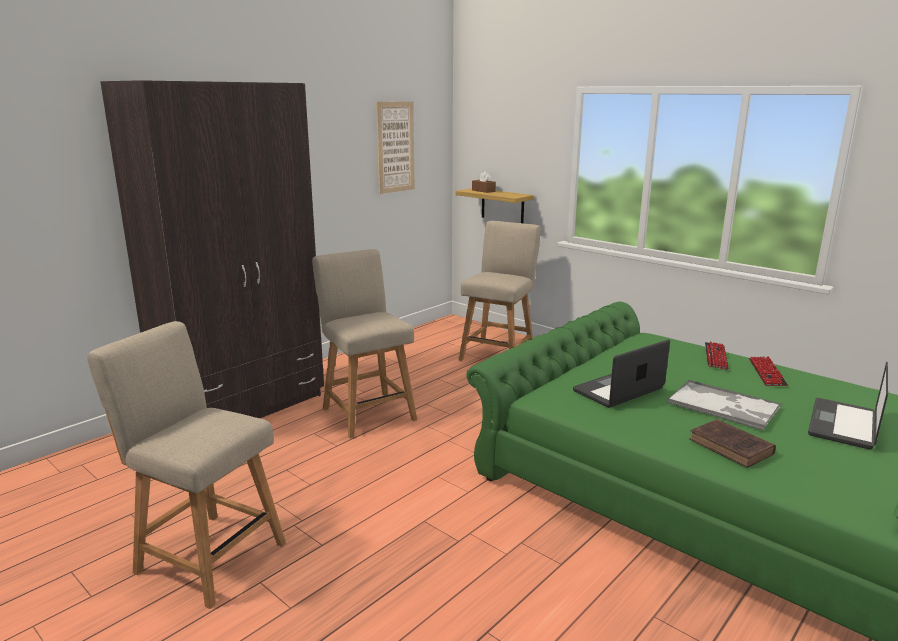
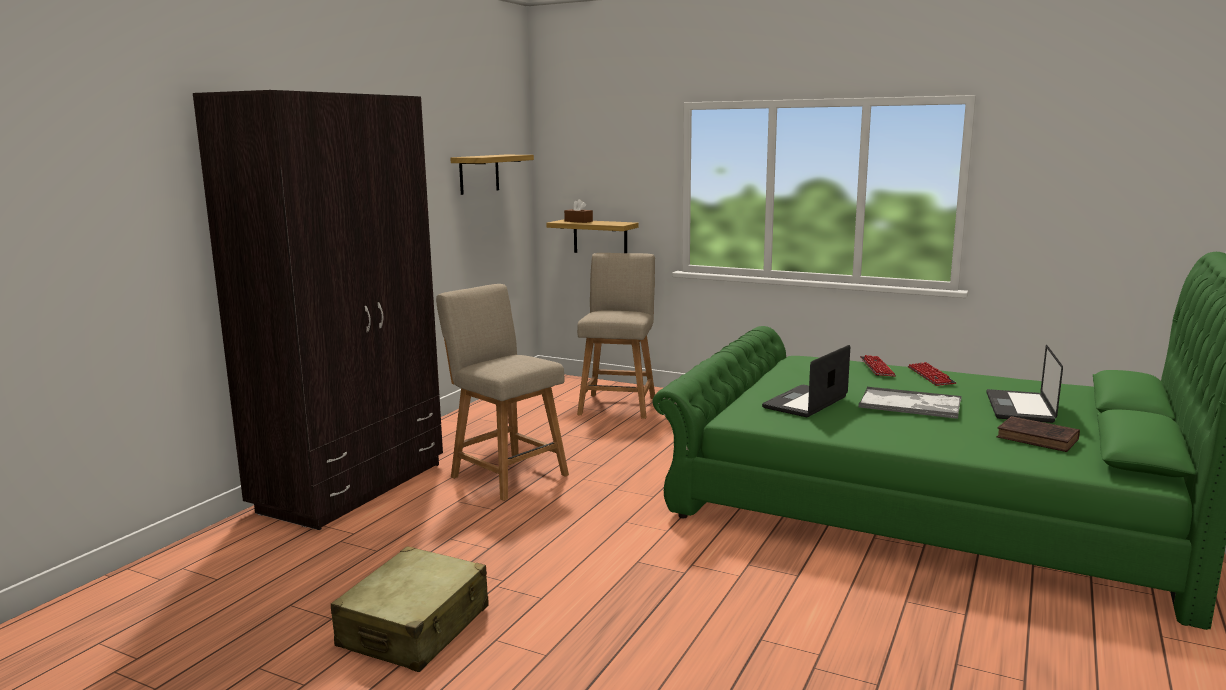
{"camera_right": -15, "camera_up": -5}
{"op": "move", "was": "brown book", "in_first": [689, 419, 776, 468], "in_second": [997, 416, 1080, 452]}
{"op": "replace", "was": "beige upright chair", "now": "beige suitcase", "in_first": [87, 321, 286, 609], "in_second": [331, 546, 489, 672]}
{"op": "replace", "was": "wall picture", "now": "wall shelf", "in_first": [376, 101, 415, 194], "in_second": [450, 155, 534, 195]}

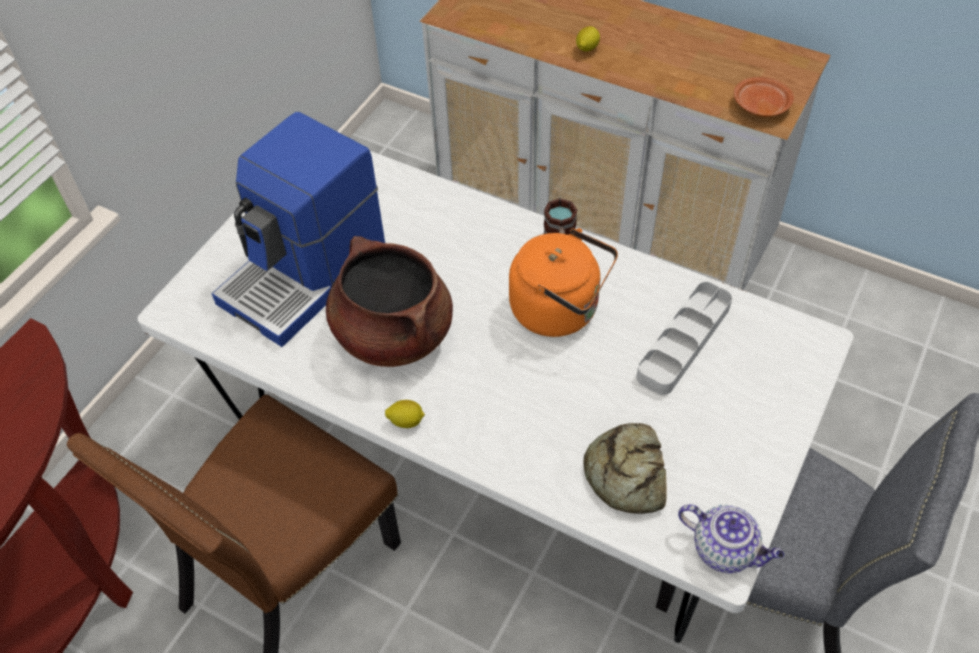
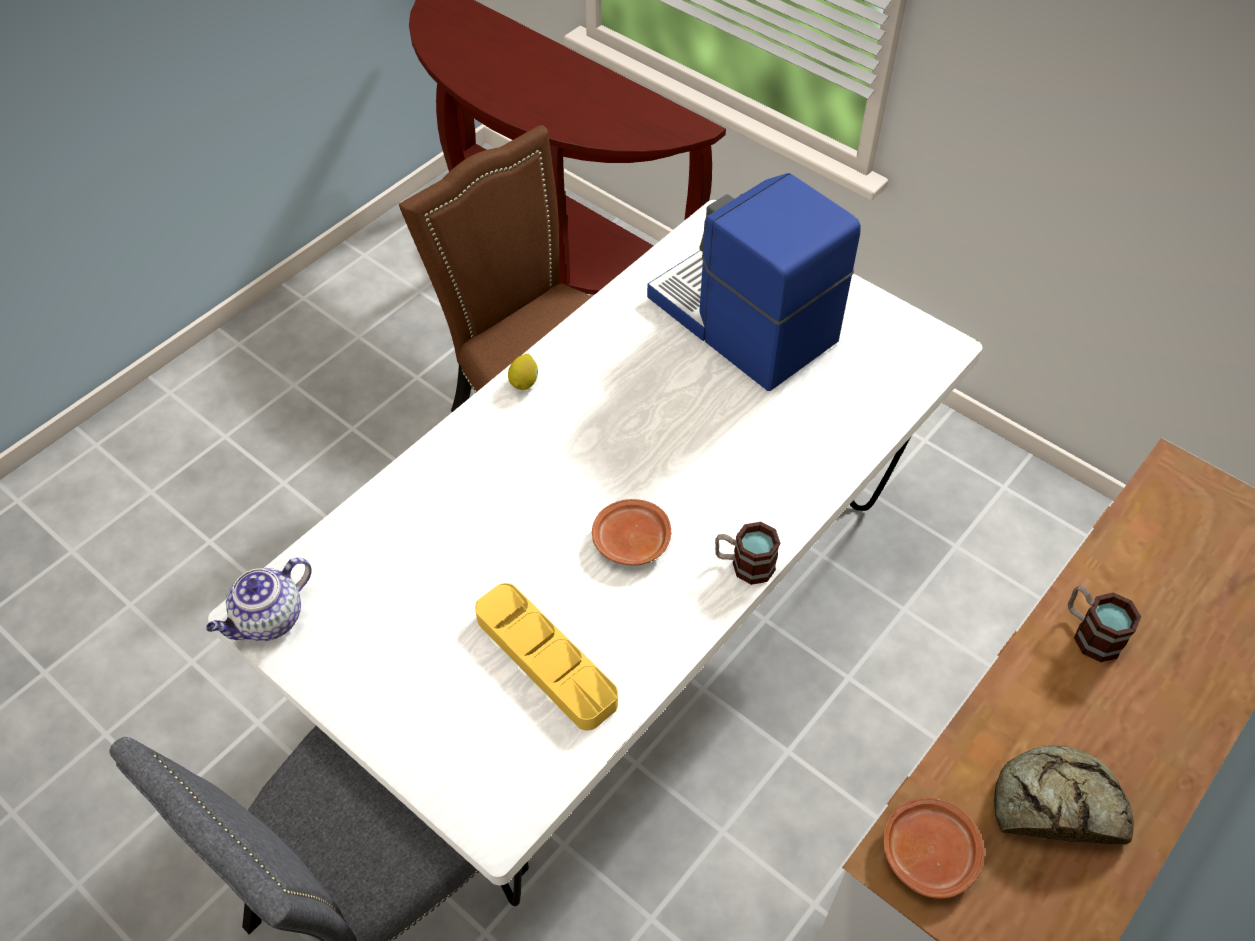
{"camera_right": 100, "camera_up": 0}
{"op": "delete", "was": "brown stockpot", "in_first": [326, 236, 453, 367]}
{"op": "move", "was": "bakery bread", "in_first": [584, 423, 667, 514], "in_second": [994, 745, 1134, 844]}
{"op": "replace", "was": "orangey kettle", "now": "brown dinner plate", "in_first": [509, 228, 618, 337], "in_second": [592, 499, 671, 565]}
{"op": "replace", "was": "lemon", "now": "tea mug", "in_first": [576, 26, 600, 51], "in_second": [1068, 585, 1141, 662]}
{"op": "recolor", "was": "grey serving tray", "now": "yellow-coloured serving tray", "in_first": [636, 282, 732, 395], "in_second": [475, 583, 618, 731]}

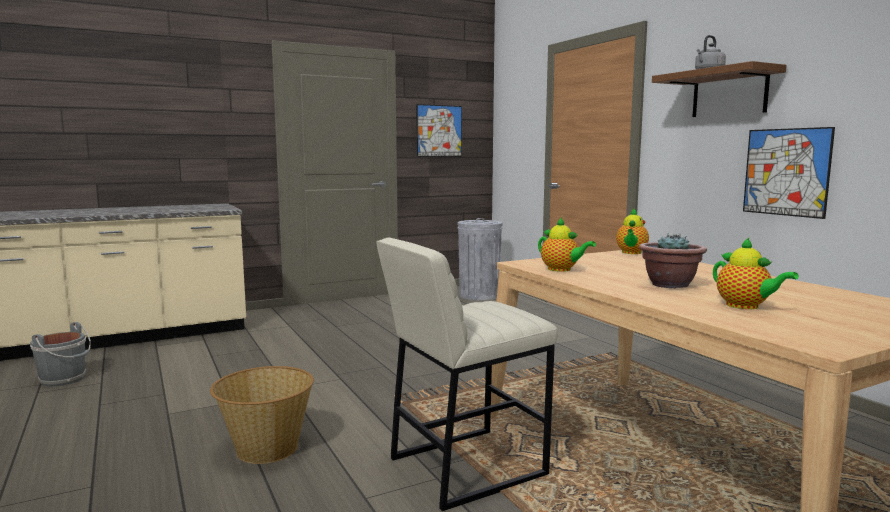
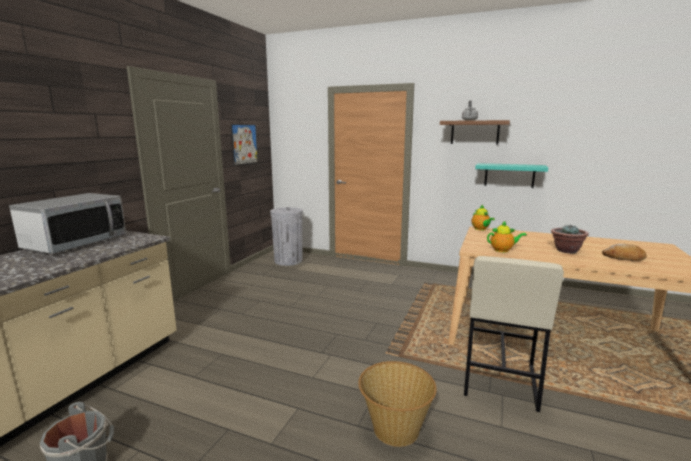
{"camera_right": -40, "camera_up": 5}
{"op": "insert", "now": "microwave", "in_second": [9, 193, 126, 254]}
{"op": "replace", "was": "tea pot", "now": "bakery bread", "in_first": [713, 238, 799, 309], "in_second": [602, 244, 647, 261]}
{"op": "replace", "was": "wall picture", "now": "blue-green wall shelf", "in_first": [743, 127, 835, 219], "in_second": [475, 163, 548, 188]}

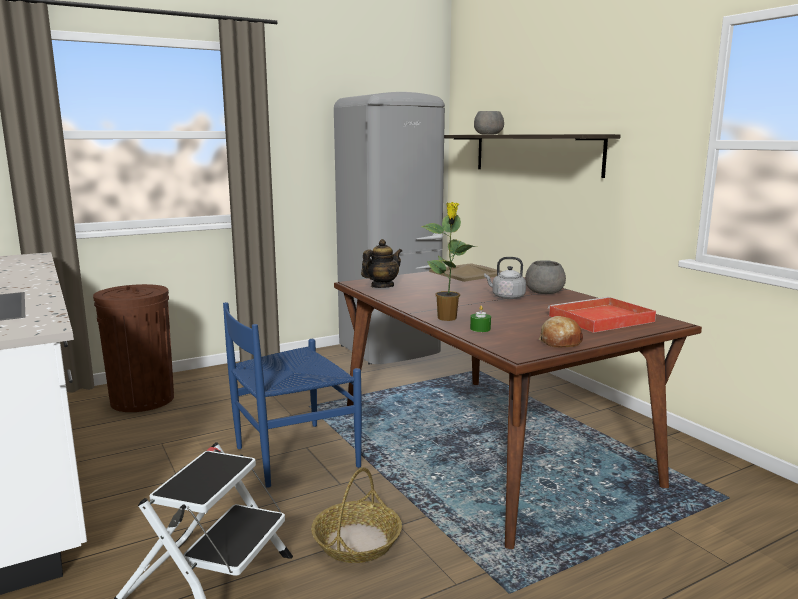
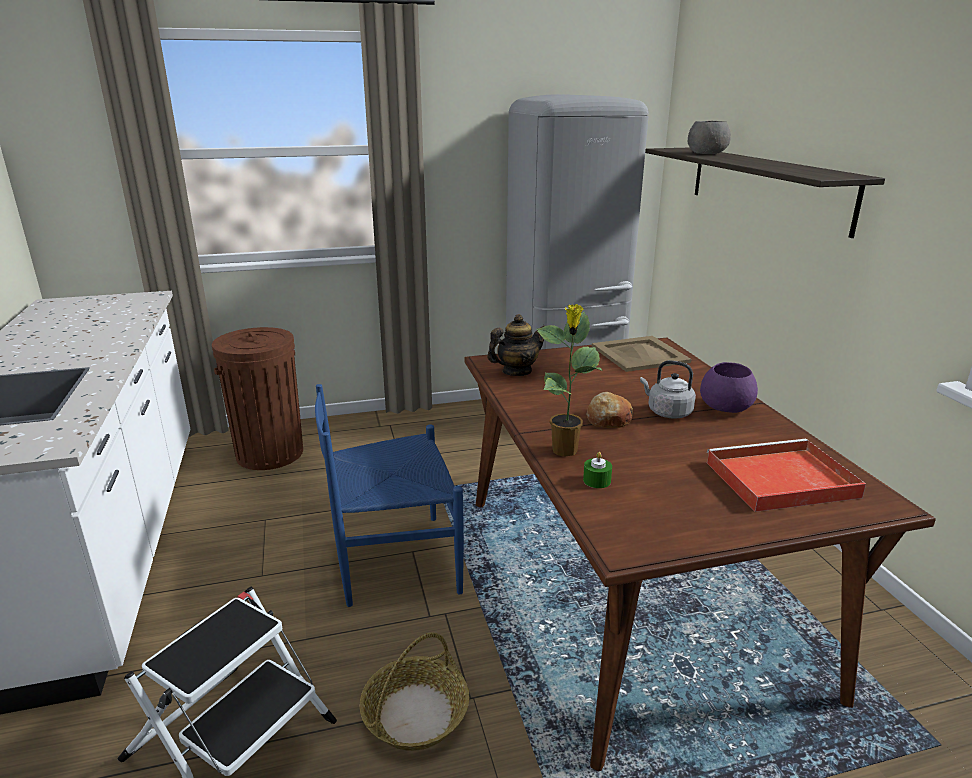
{"camera_right": 15, "camera_up": 10}
{"op": "move", "was": "bakery bread", "in_first": [539, 316, 583, 347], "in_second": [586, 392, 634, 428]}
{"op": "recolor", "was": "grey serving bowl", "now": "purple-coloured serving bowl", "in_first": [525, 260, 566, 294], "in_second": [700, 362, 758, 413]}

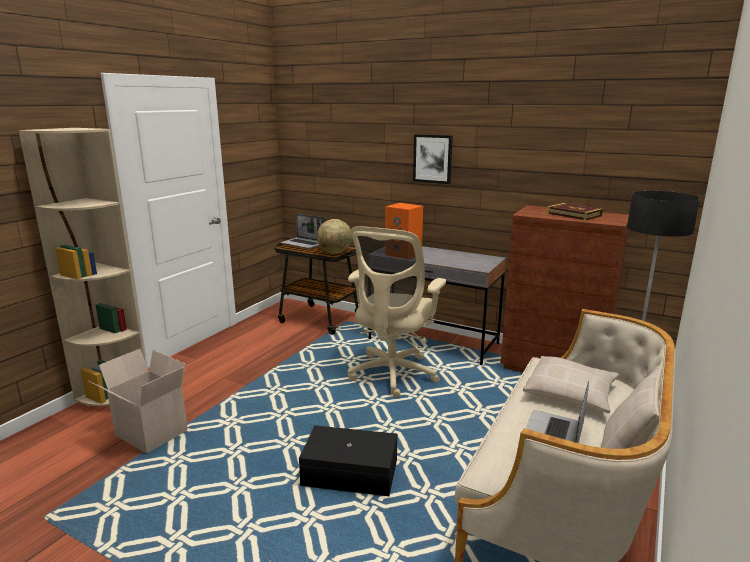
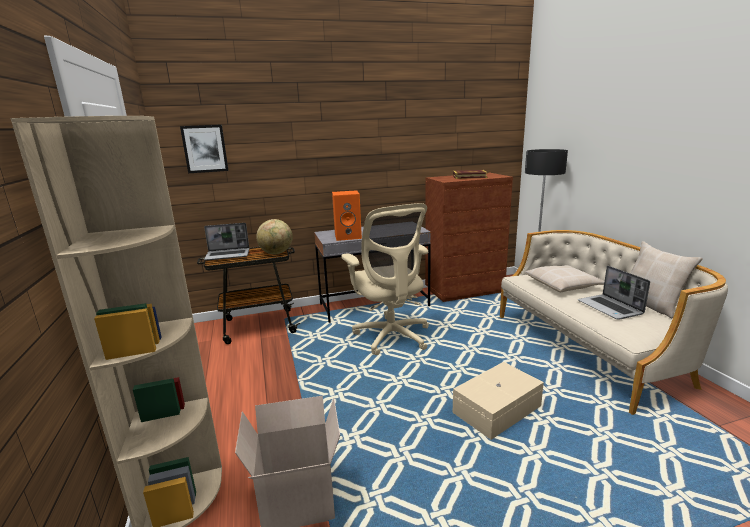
{"camera_right": -45, "camera_up": 0}
{"op": "move", "was": "wall picture", "in_first": [413, 134, 453, 184], "in_second": [180, 125, 229, 173]}
{"op": "recolor", "was": "black-coloured storage container", "now": "beige storage container", "in_first": [299, 425, 397, 496], "in_second": [453, 362, 544, 440]}

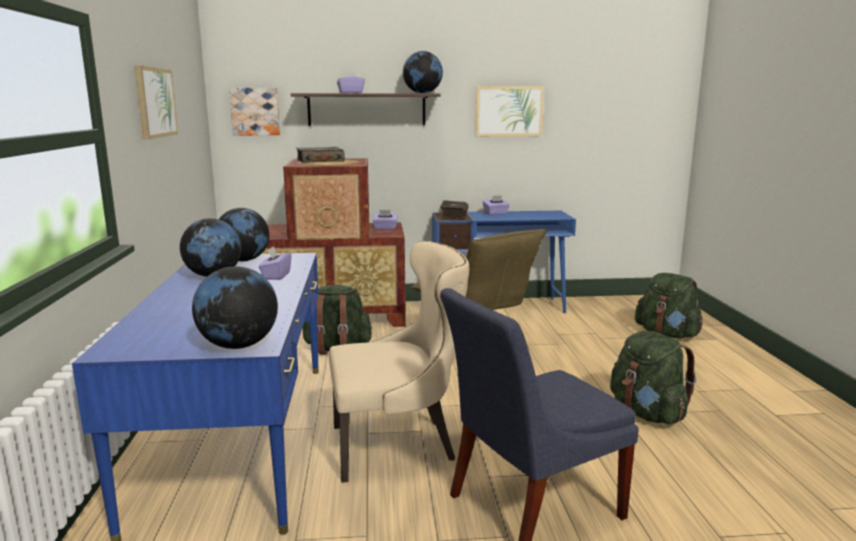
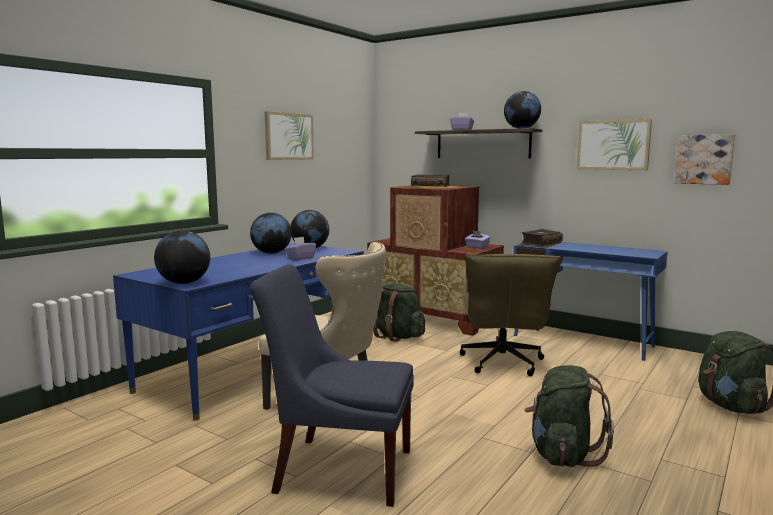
{"camera_right": 40, "camera_up": -5}
{"op": "delete", "was": "purple-coloured tissue box", "in_first": [483, 195, 510, 215]}
{"op": "move", "was": "wall picture", "in_first": [229, 88, 280, 135], "in_second": [675, 134, 735, 185]}

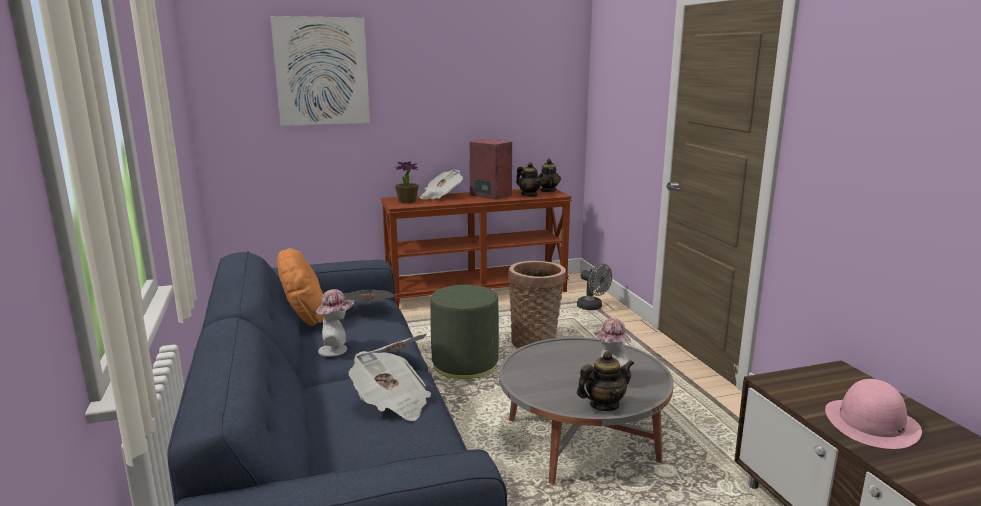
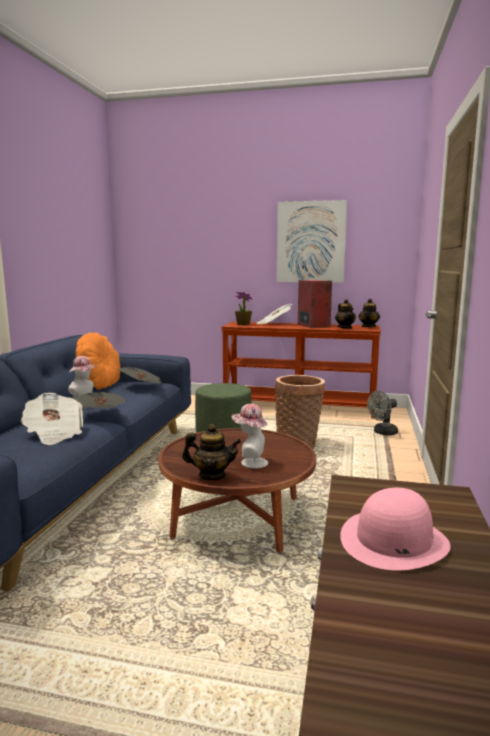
{"camera_right": 30, "camera_up": -5}
{"op": "move", "was": "wall picture", "in_first": [271, 16, 370, 126], "in_second": [277, 200, 347, 283]}
{"op": "recolor", "was": "grey lounge table", "now": "brown lounge table", "in_first": [499, 337, 674, 485], "in_second": [158, 428, 316, 553]}
{"op": "rotate", "was": "grey cooling fan", "in_first": [577, 264, 612, 310], "in_second": [367, 391, 398, 436], "clockwise": 75}

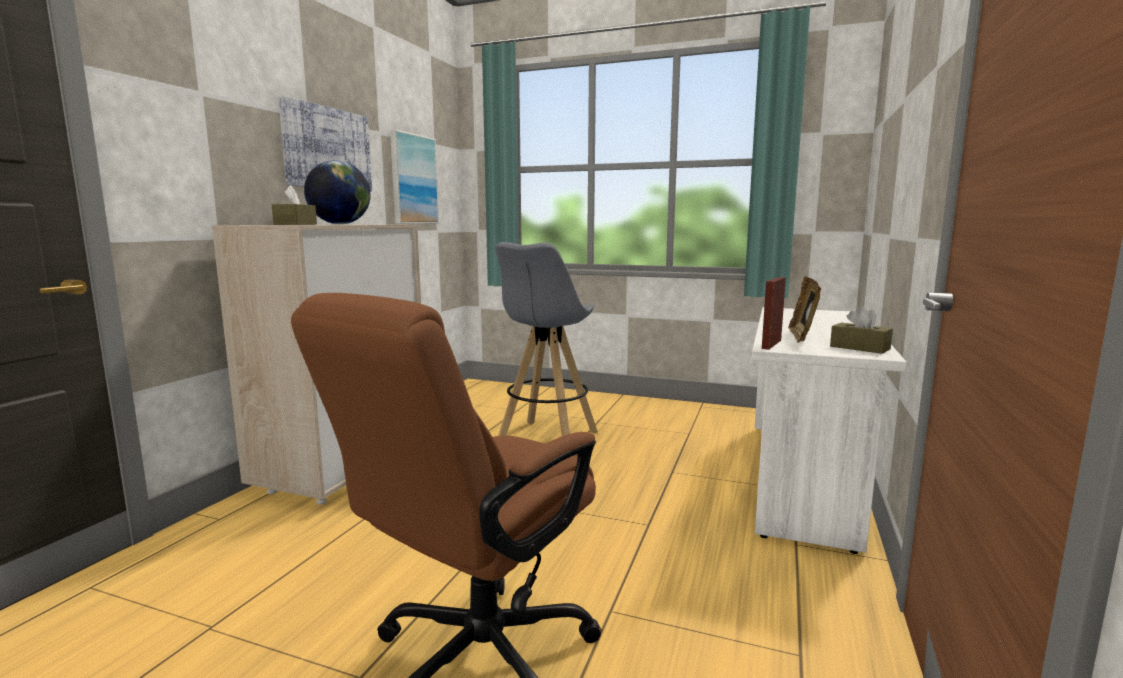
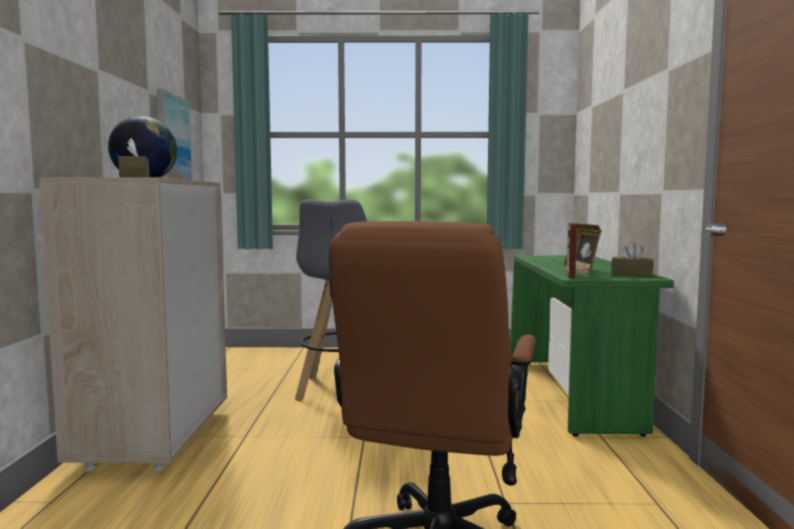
{"camera_right": -20, "camera_up": -5}
{"op": "delete", "was": "wall picture", "in_first": [278, 95, 372, 192]}
{"op": "recolor", "was": "whitish desk table", "now": "greenish desk table", "in_first": [752, 307, 907, 554], "in_second": [510, 255, 674, 437]}

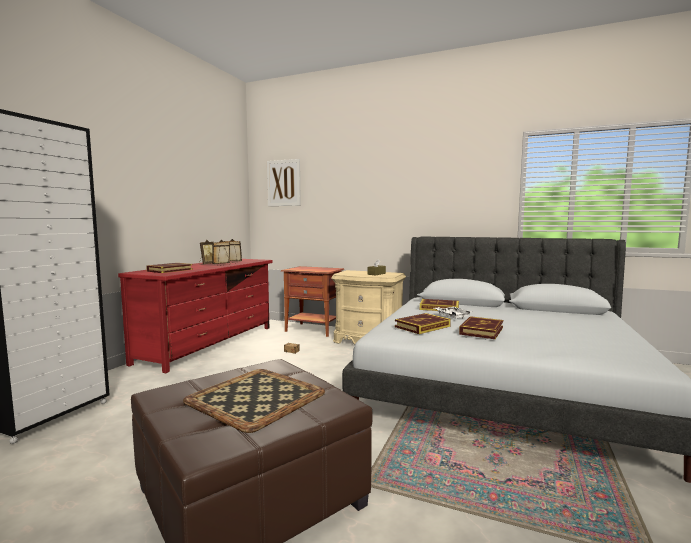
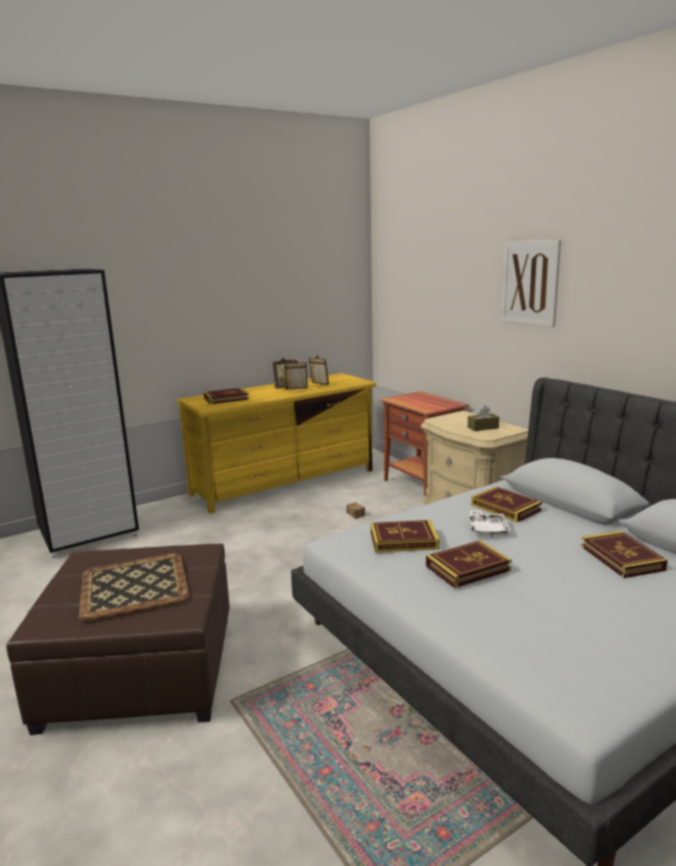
{"camera_right": 35, "camera_up": 10}
{"op": "insert", "now": "book", "in_second": [581, 531, 668, 578]}
{"op": "move", "was": "wall picture", "in_first": [267, 159, 301, 206], "in_second": [501, 240, 561, 327]}
{"op": "recolor", "was": "reddish drawer chest", "now": "yellow-coloured drawer chest", "in_first": [118, 259, 273, 373], "in_second": [177, 373, 376, 514]}

